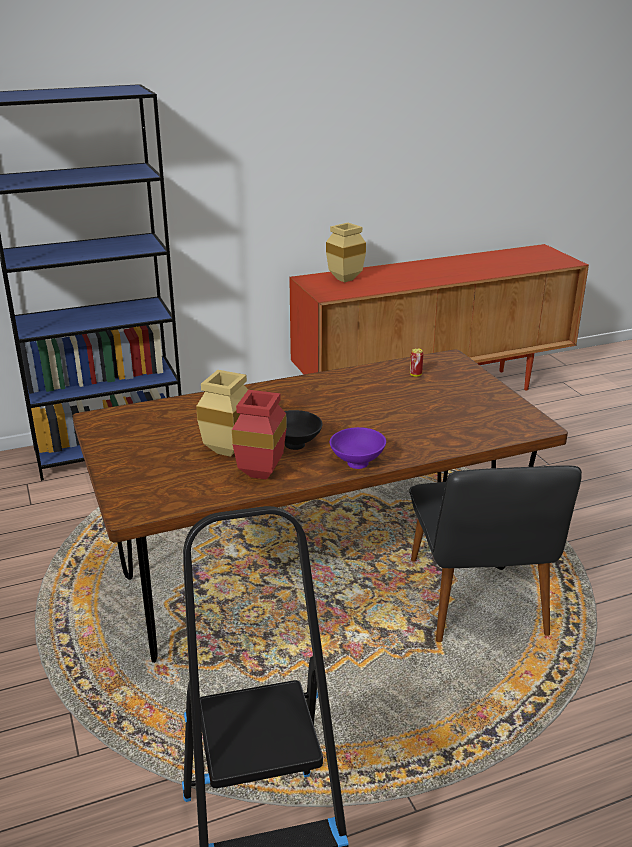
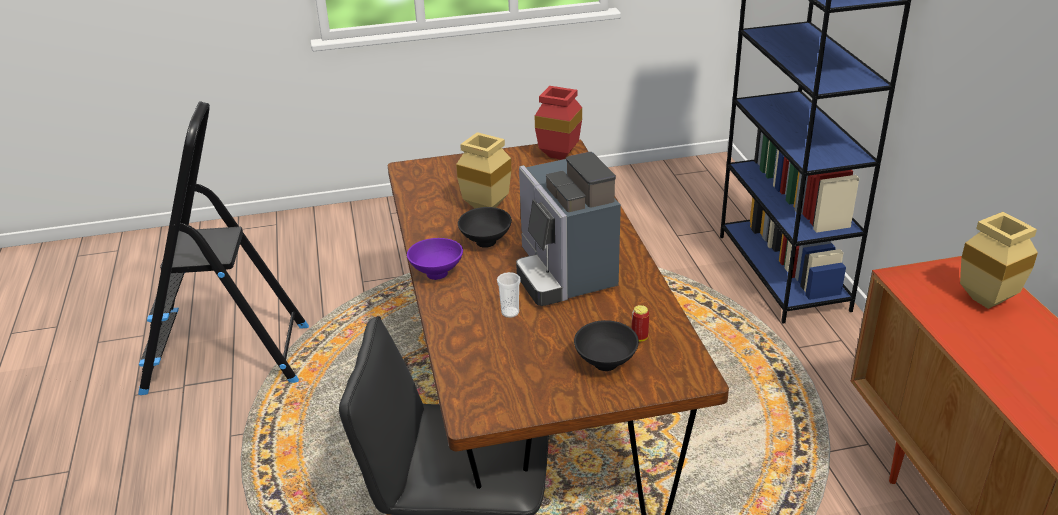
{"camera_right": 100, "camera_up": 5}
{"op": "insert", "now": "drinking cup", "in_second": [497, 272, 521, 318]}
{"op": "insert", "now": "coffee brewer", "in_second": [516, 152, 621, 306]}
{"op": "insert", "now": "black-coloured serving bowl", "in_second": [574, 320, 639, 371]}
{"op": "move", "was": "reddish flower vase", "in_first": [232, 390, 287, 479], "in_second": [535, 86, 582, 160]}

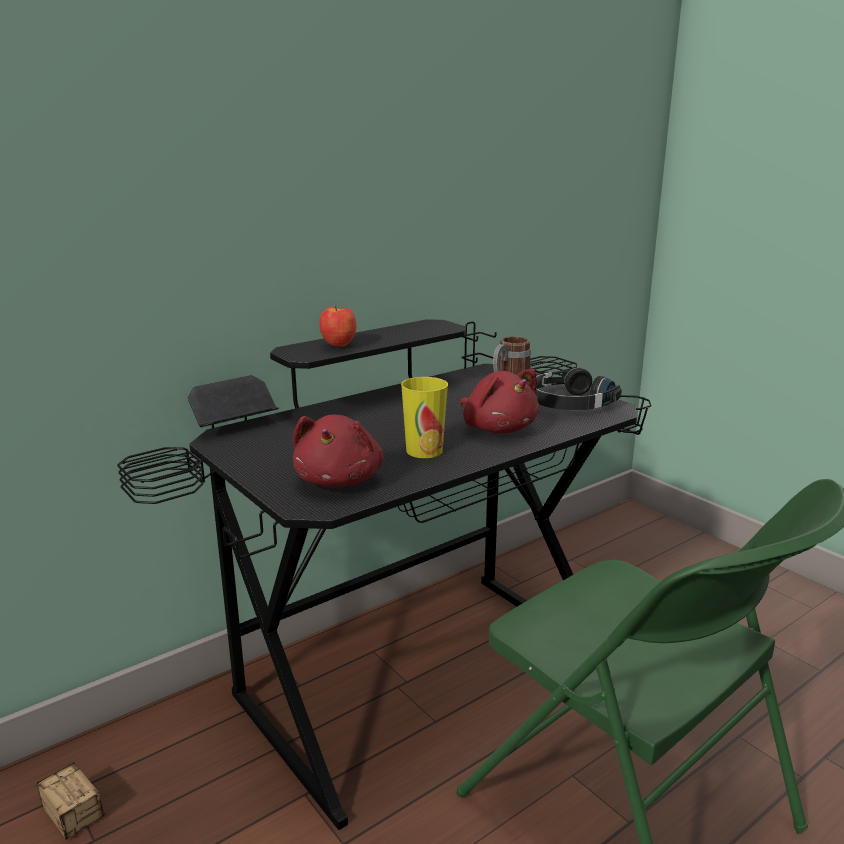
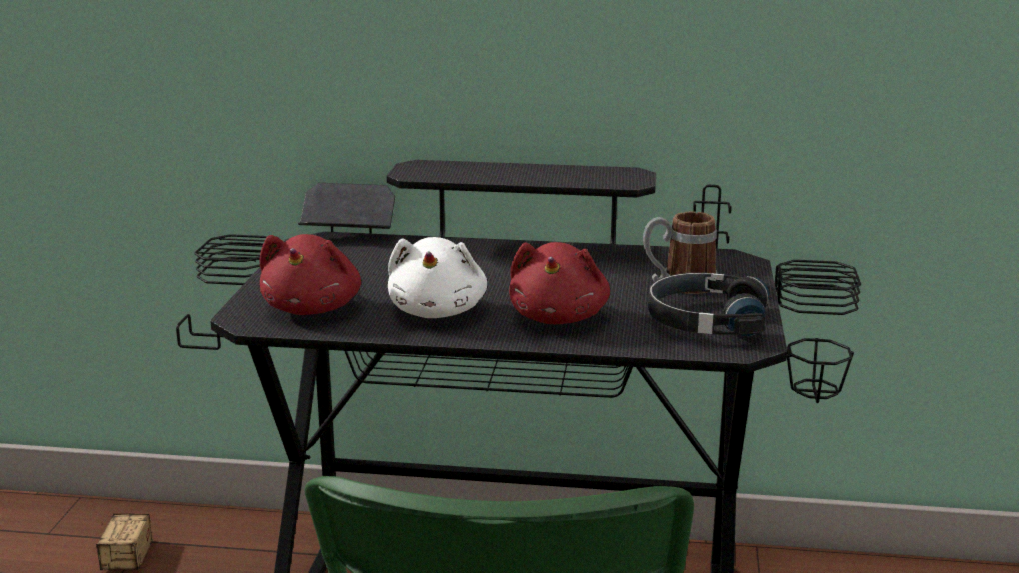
{"camera_right": 45, "camera_up": 0}
{"op": "delete", "was": "whole apple", "in_first": [319, 306, 356, 347]}
{"op": "replace", "was": "drinking cup", "now": "whitish cuddly toy", "in_first": [401, 377, 448, 458], "in_second": [388, 237, 487, 318]}
{"op": "rotate", "was": "reddish cuddly toy", "in_first": [293, 415, 384, 488], "in_second": [259, 234, 361, 315], "clockwise": -45}

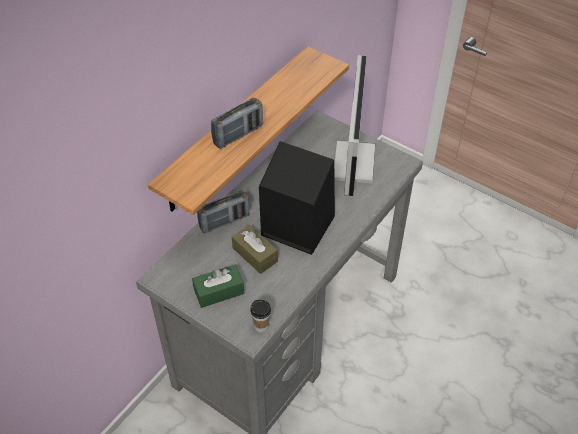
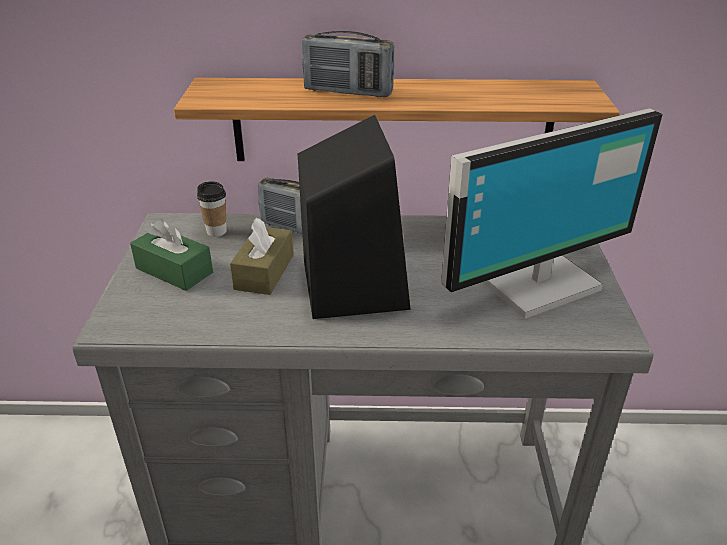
{"camera_right": 55, "camera_up": -15}
{"op": "move", "was": "drinking cup", "in_first": [250, 299, 271, 333], "in_second": [197, 181, 227, 237]}

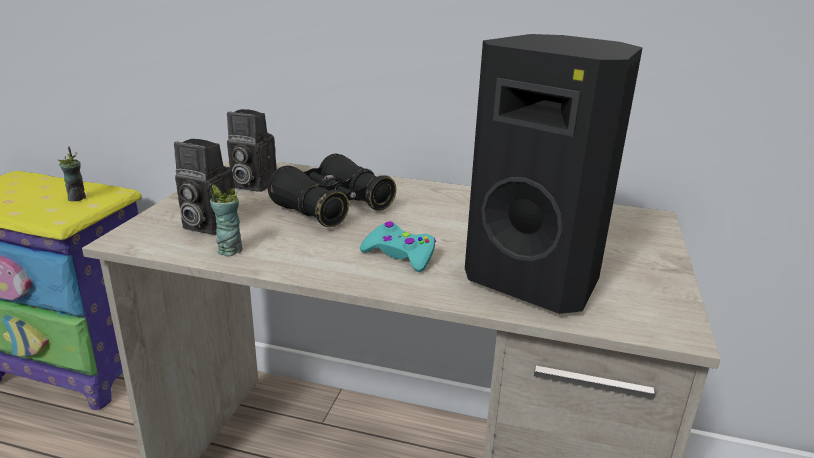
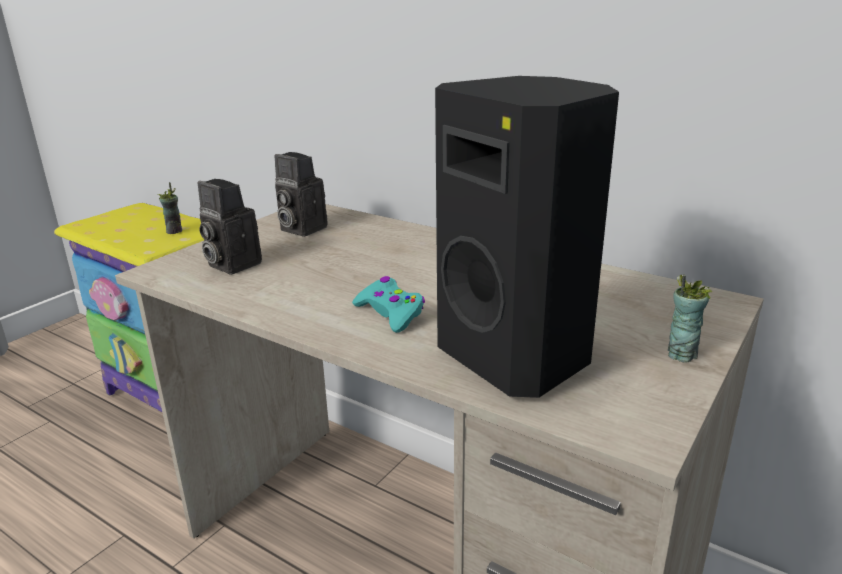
{"camera_right": 20, "camera_up": 0}
{"op": "delete", "was": "black-coloured field glasses", "in_first": [268, 154, 396, 227]}
{"op": "move", "was": "drinking cup", "in_first": [209, 183, 242, 256], "in_second": [668, 274, 713, 363]}

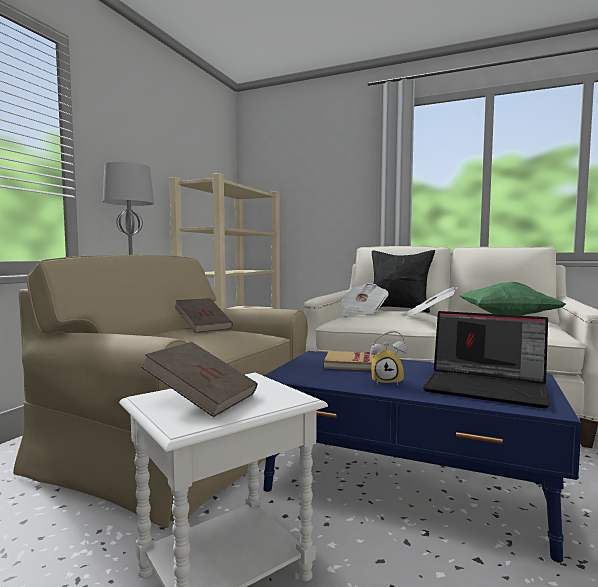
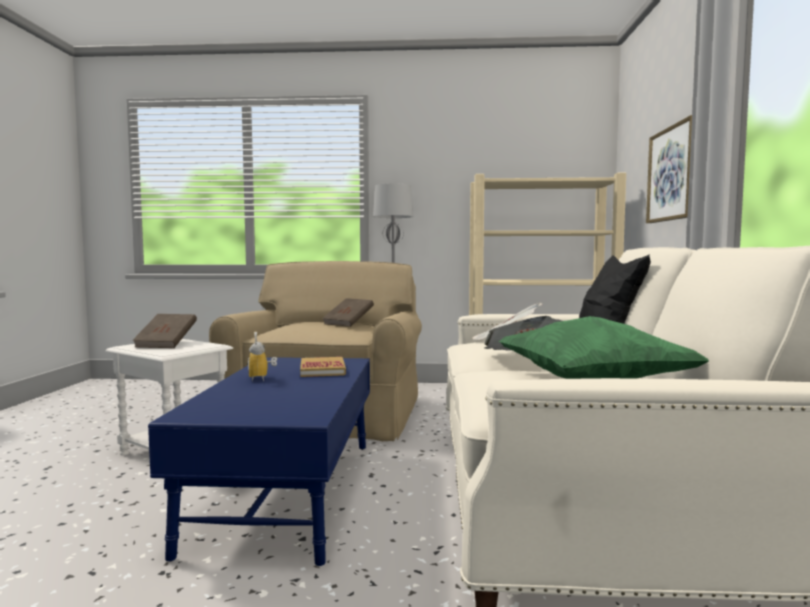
{"camera_right": 70, "camera_up": 0}
{"op": "delete", "was": "portable computer", "in_first": [423, 311, 550, 408]}
{"op": "insert", "now": "wall picture", "in_second": [646, 115, 692, 223]}

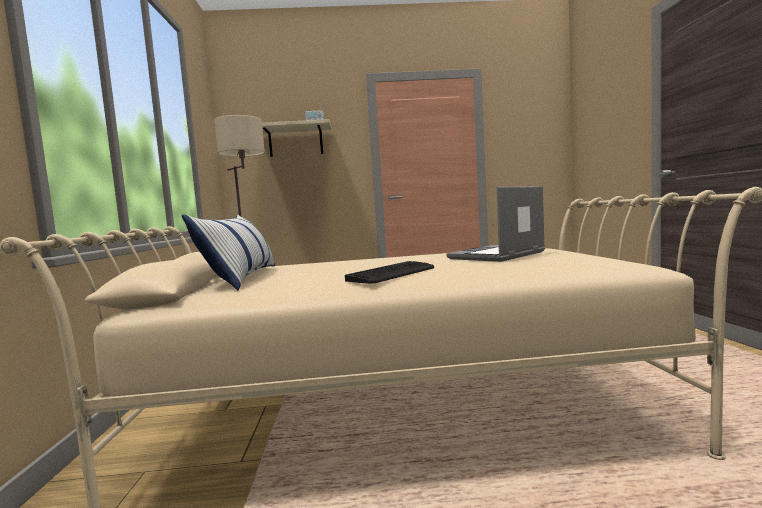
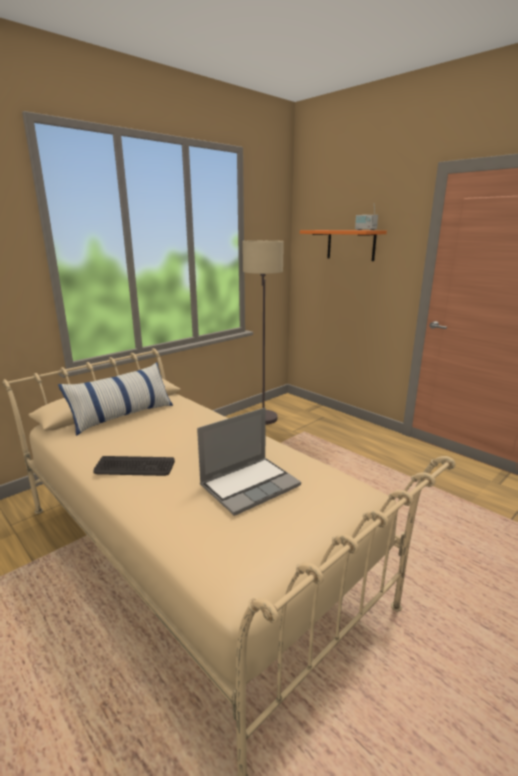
{"camera_right": 50, "camera_up": 15}
{"op": "recolor", "was": "beige wall shelf", "now": "orangey wall shelf", "in_first": [262, 119, 331, 157], "in_second": [300, 230, 387, 261]}
{"op": "rotate", "was": "portable computer", "in_first": [446, 186, 545, 262], "in_second": [197, 408, 301, 516], "clockwise": 135}

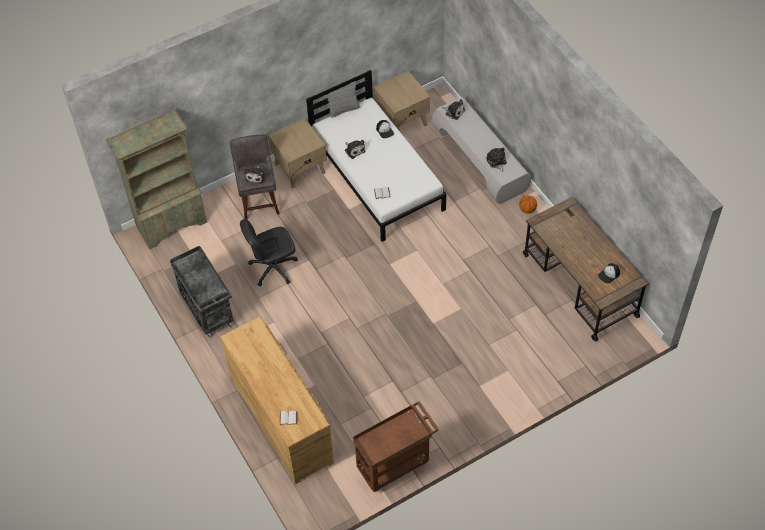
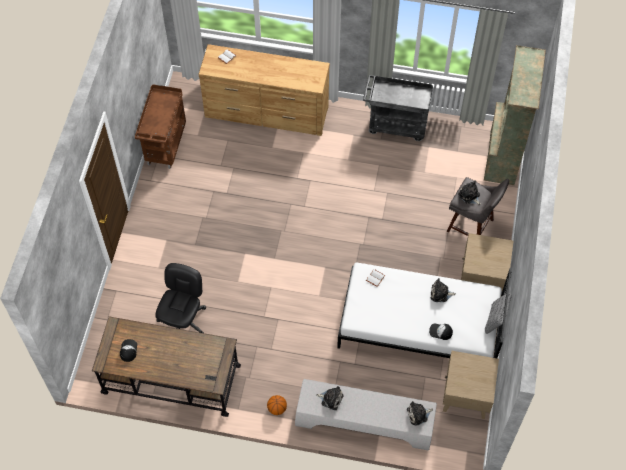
{"camera_right": 130, "camera_up": 5}
{"op": "move", "was": "black-coloured desk chair", "in_first": [240, 219, 298, 286], "in_second": [155, 263, 207, 333]}

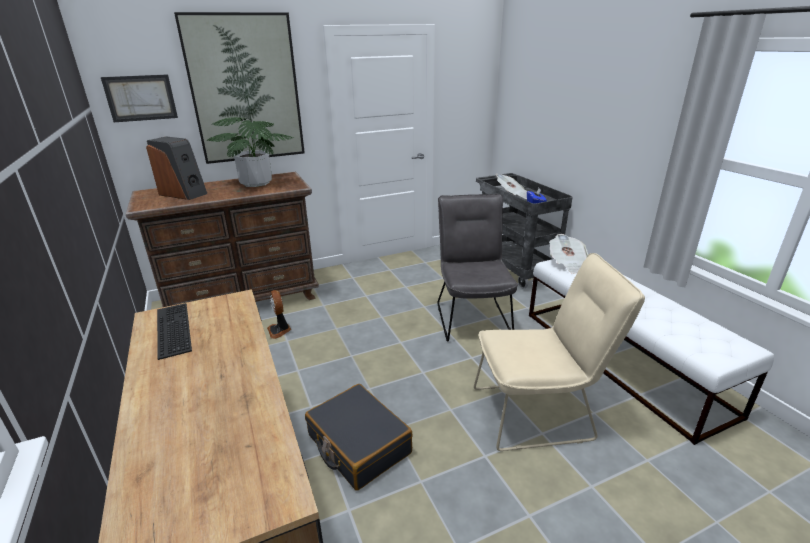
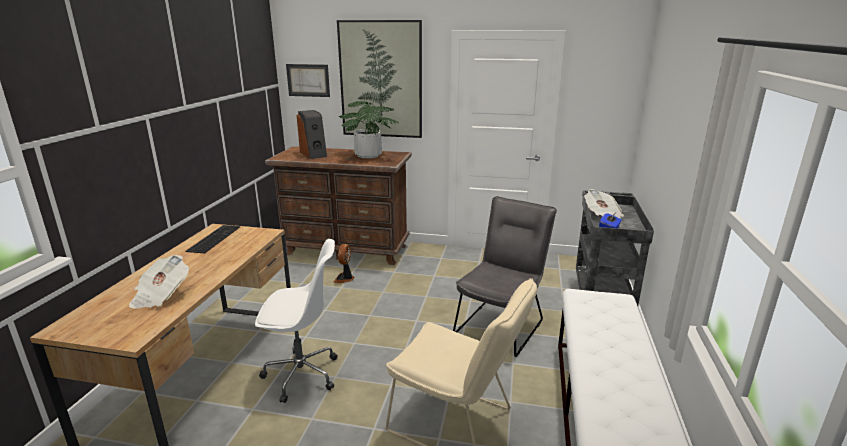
{"camera_right": 35, "camera_up": -5}
{"op": "move", "was": "newspaper", "in_first": [549, 234, 588, 274], "in_second": [129, 255, 189, 309]}
{"op": "replace", "was": "black-coloured suitcase", "now": "whitish desk chair", "in_first": [305, 384, 413, 491], "in_second": [255, 239, 338, 403]}

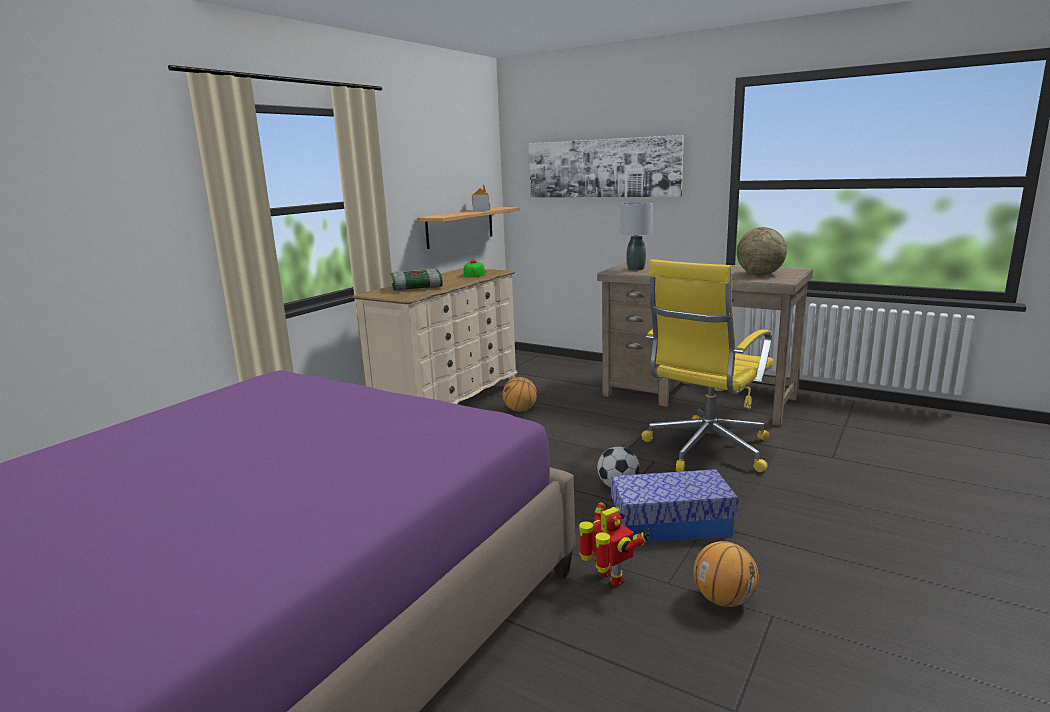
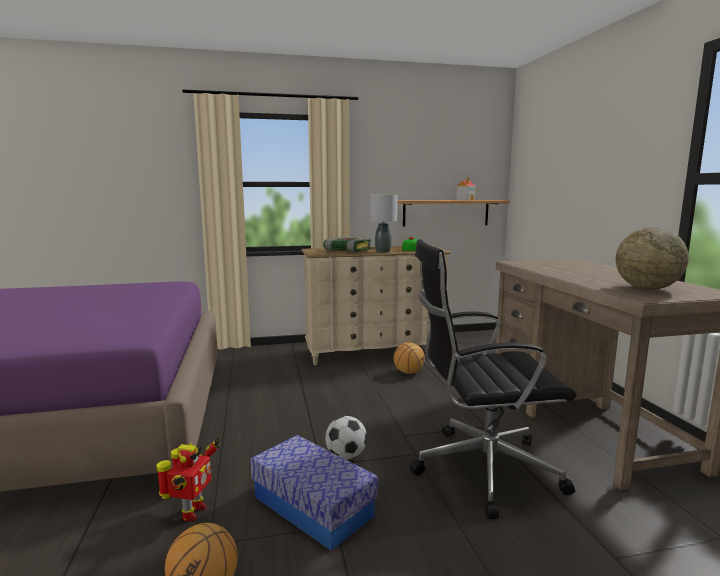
{"camera_right": 45, "camera_up": -5}
{"op": "delete", "was": "wall picture", "in_first": [529, 135, 684, 198]}
{"op": "move", "was": "grey lamp for a table", "in_first": [621, 202, 653, 271], "in_second": [370, 195, 397, 253]}
{"op": "recolor", "was": "yellow-coloured desk chair", "now": "black-coloured desk chair", "in_first": [641, 259, 774, 472], "in_second": [410, 239, 577, 519]}

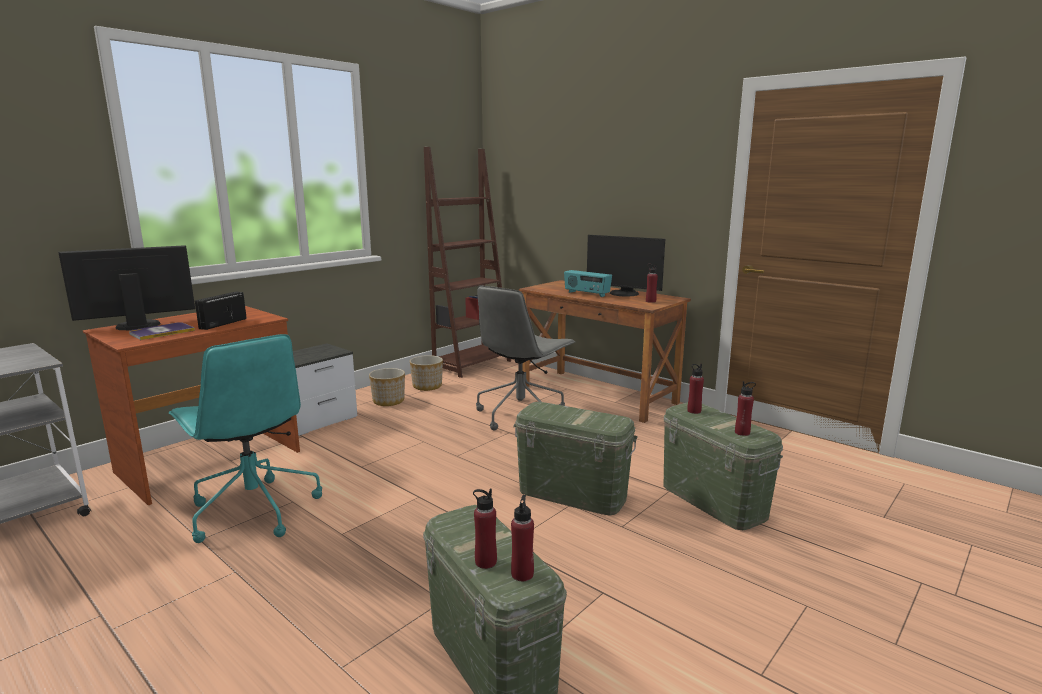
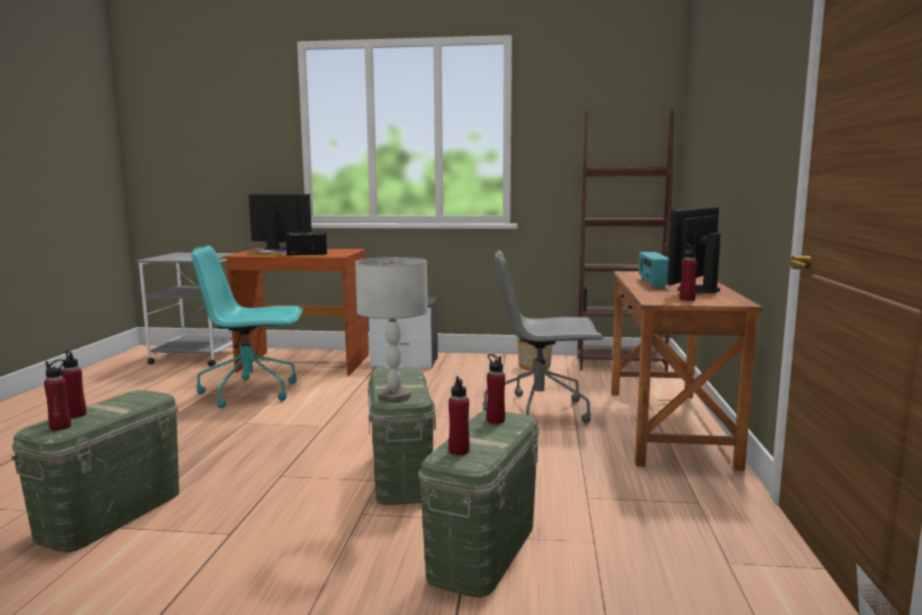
{"camera_right": 55, "camera_up": -5}
{"op": "delete", "was": "planter", "in_first": [369, 368, 405, 406]}
{"op": "insert", "now": "grey lamp for a table", "in_second": [355, 257, 428, 402]}
{"op": "rotate", "was": "blue-green desk chair", "in_first": [169, 334, 322, 543], "in_second": [191, 246, 303, 408], "clockwise": 75}
{"op": "rotate", "was": "computer display", "in_first": [587, 235, 665, 297], "in_second": [667, 206, 721, 294], "clockwise": 45}

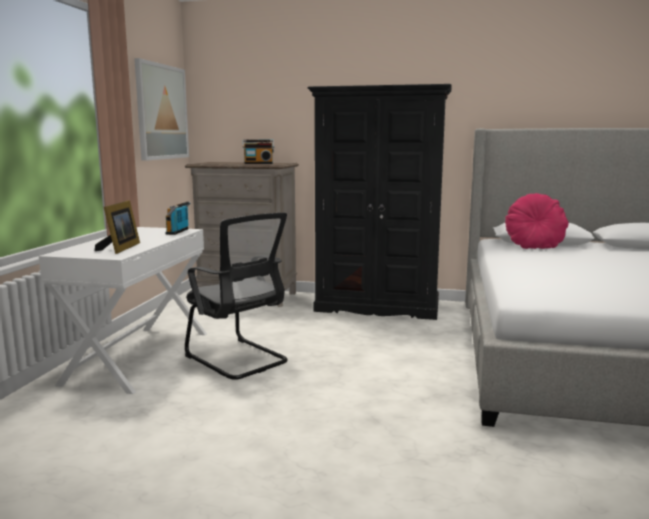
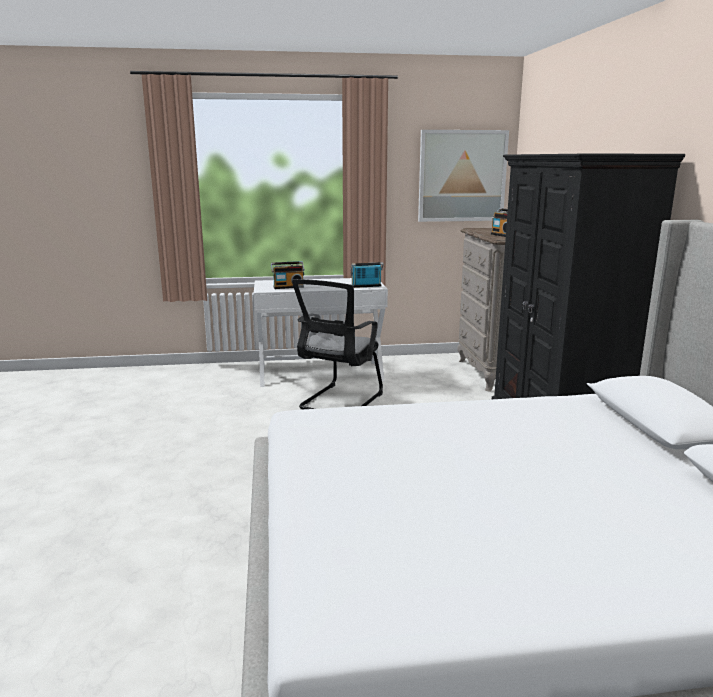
{"camera_right": 70, "camera_up": 5}
{"op": "delete", "was": "pinkish throw pillow", "in_first": [505, 193, 569, 249]}
{"op": "replace", "was": "picture frame", "now": "radio set", "in_first": [95, 200, 140, 254], "in_second": [271, 261, 305, 289]}

